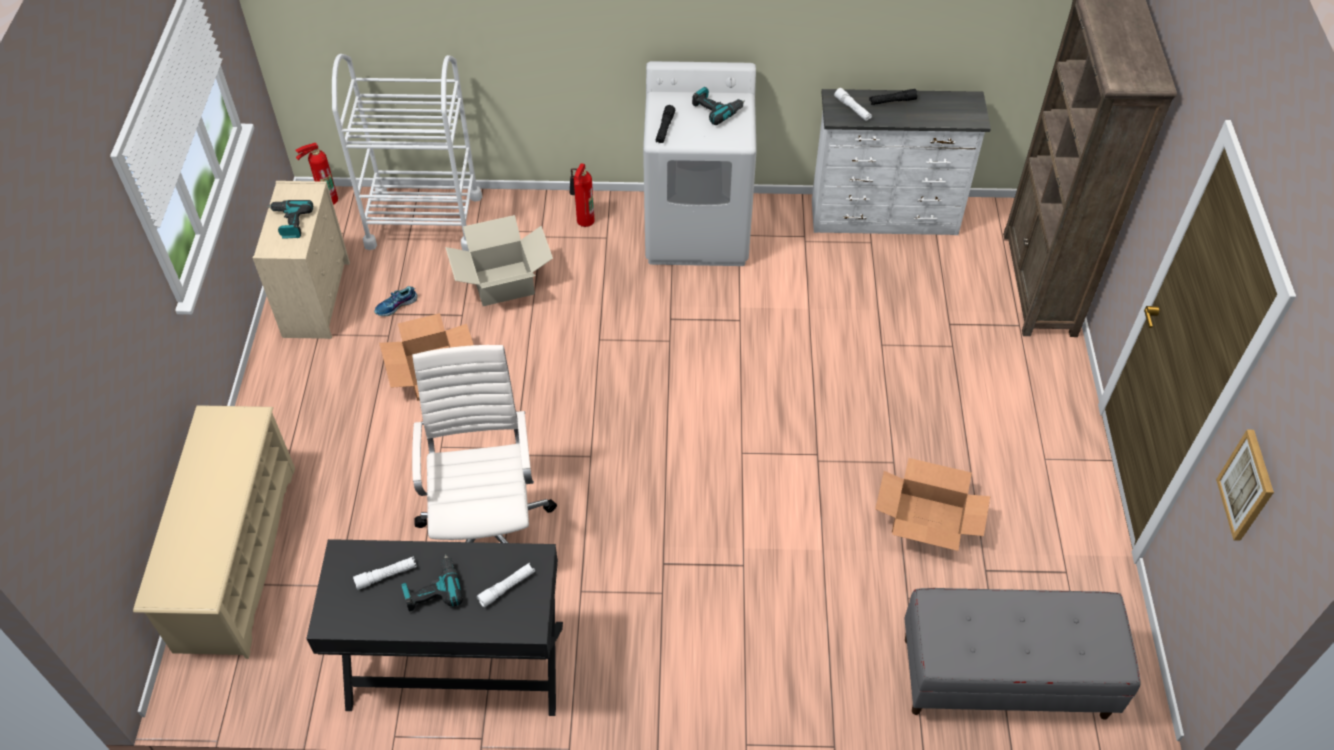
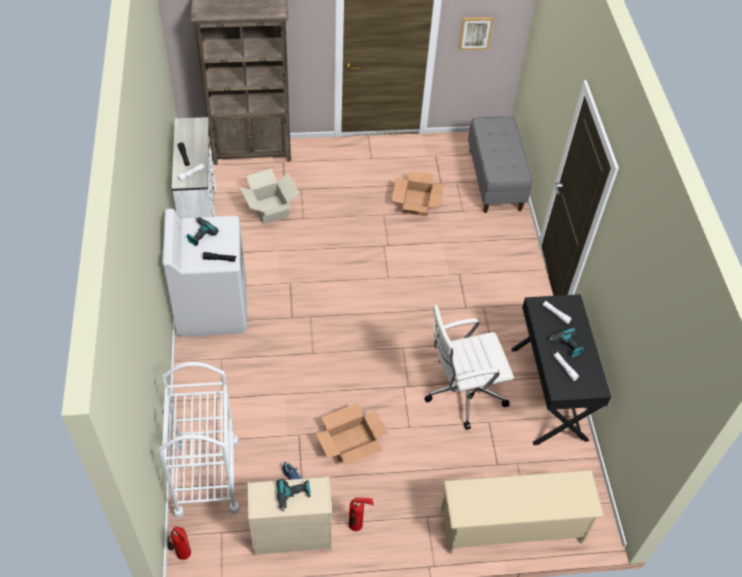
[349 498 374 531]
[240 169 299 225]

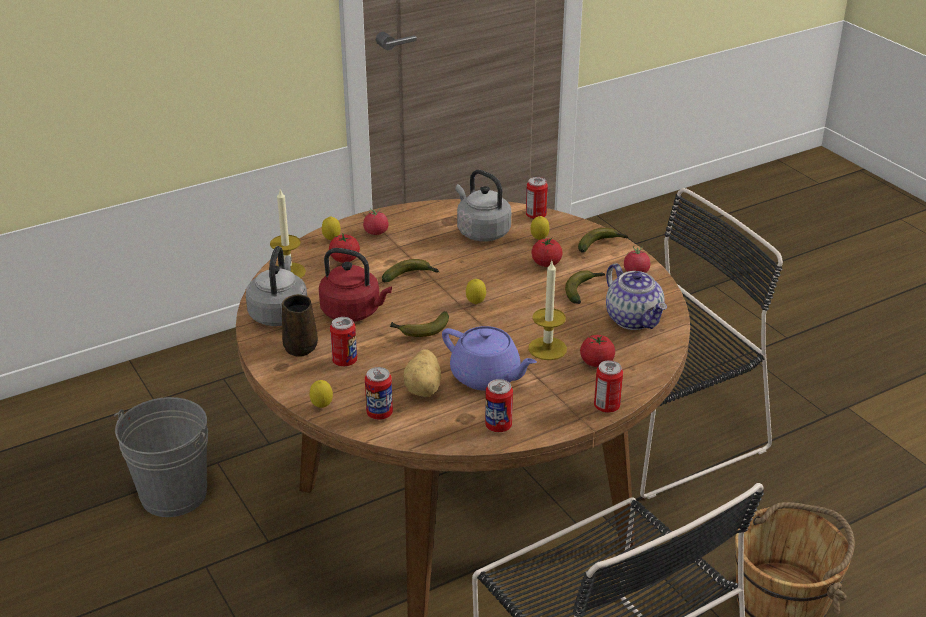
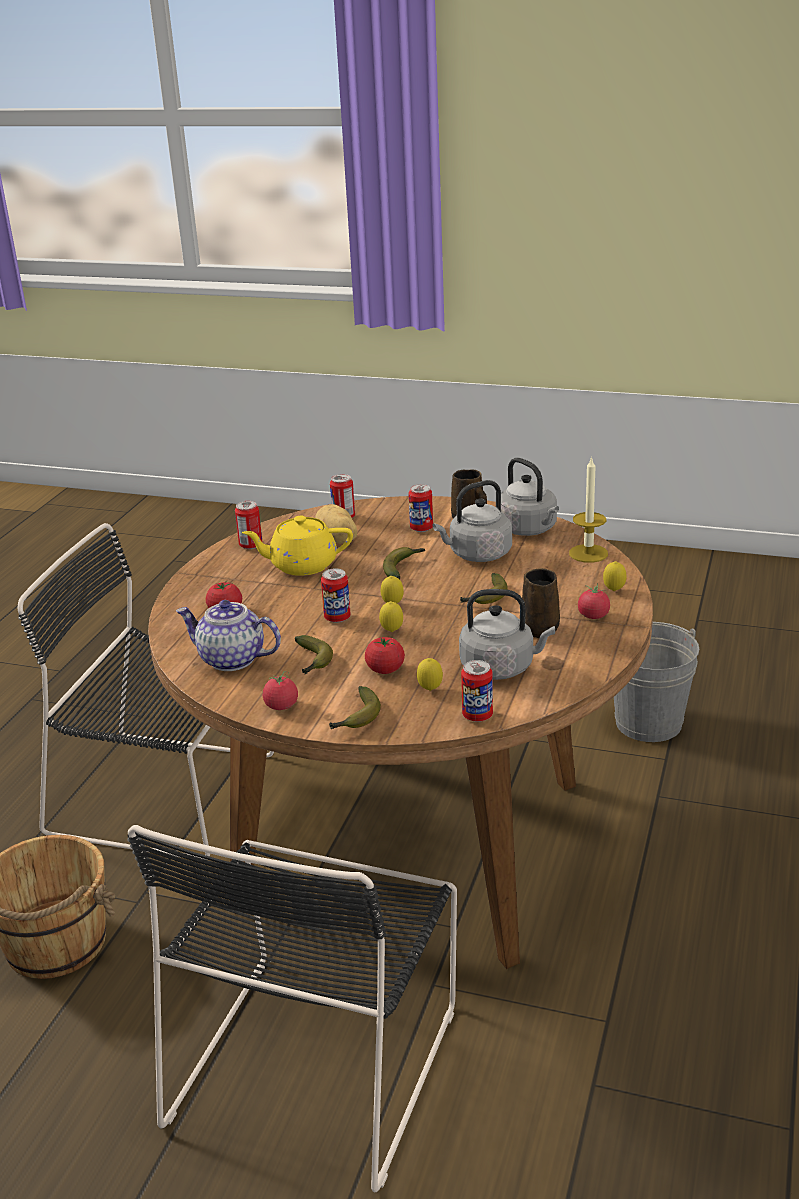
[329 234 360 263] (first image)
[432 480 512 562]
[528 261 567 360] (first image)
[242 516 353 576]
[321 568 351 623]
[379 601 403 632]
[522 568 560 638]

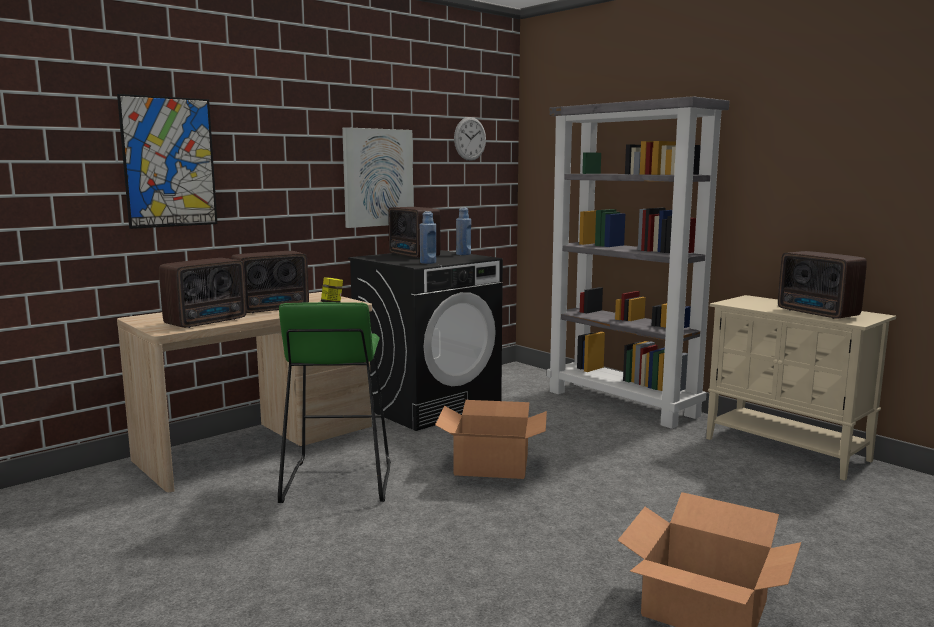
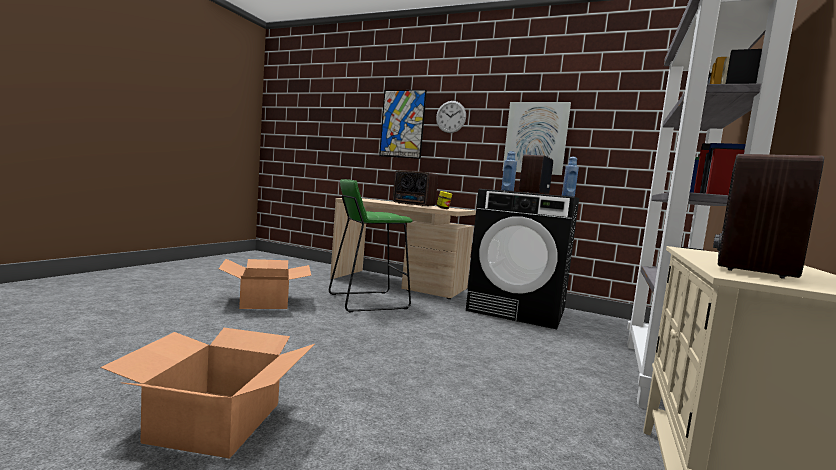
[436 101 466 133]
[159 258 247 328] (first image)
[219 259 312 309]

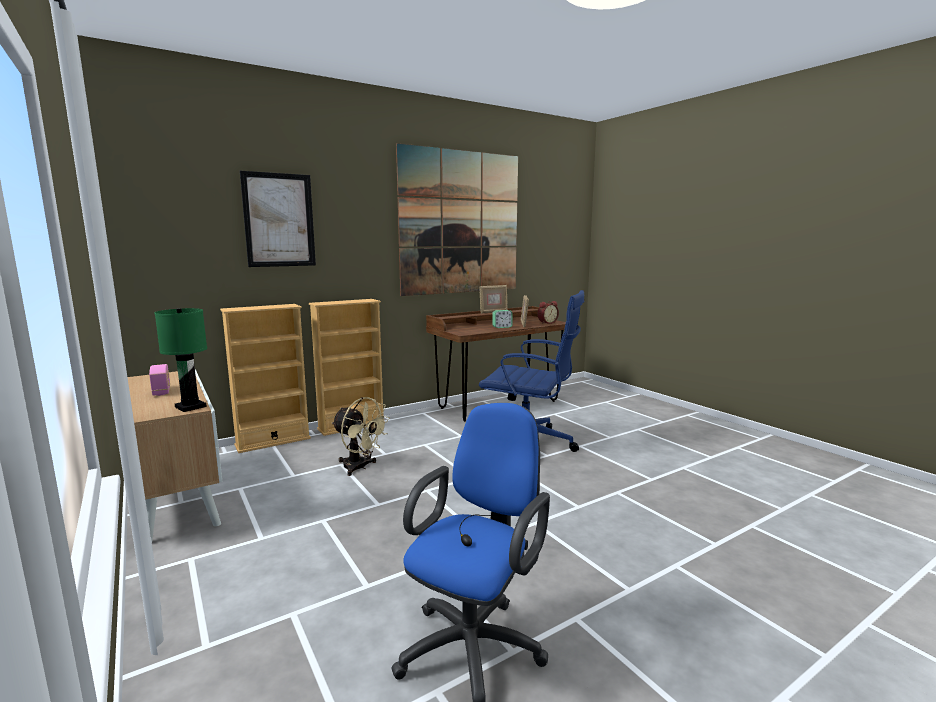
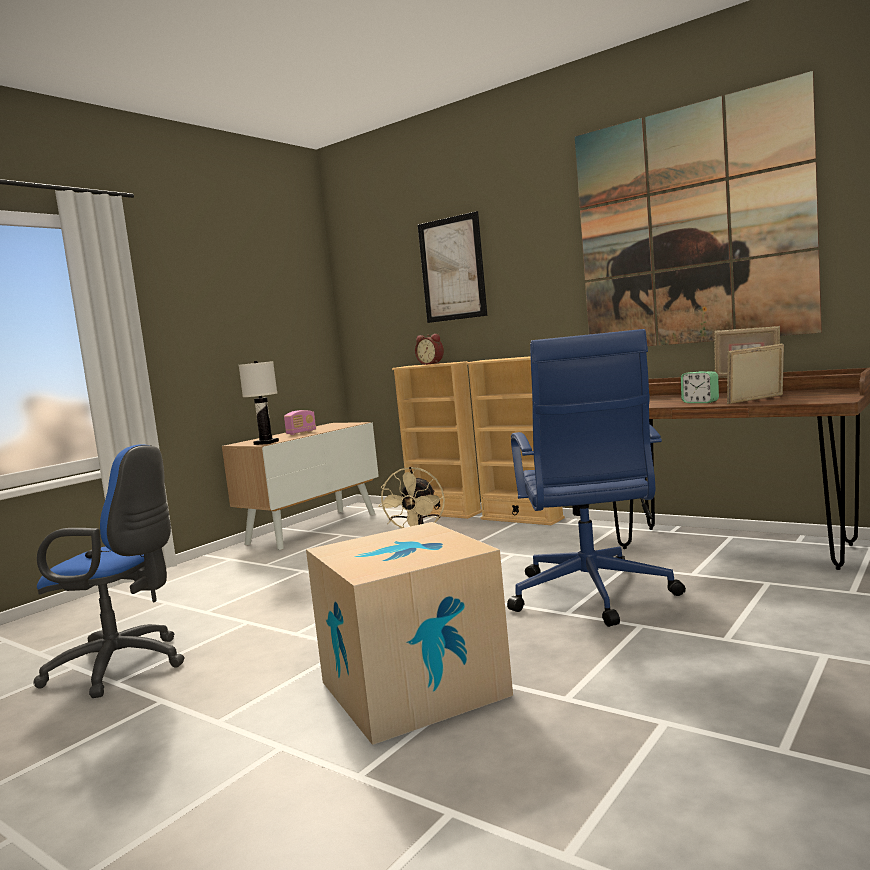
[415 334 444 365]
[238 361 279 445]
[306 522 513 745]

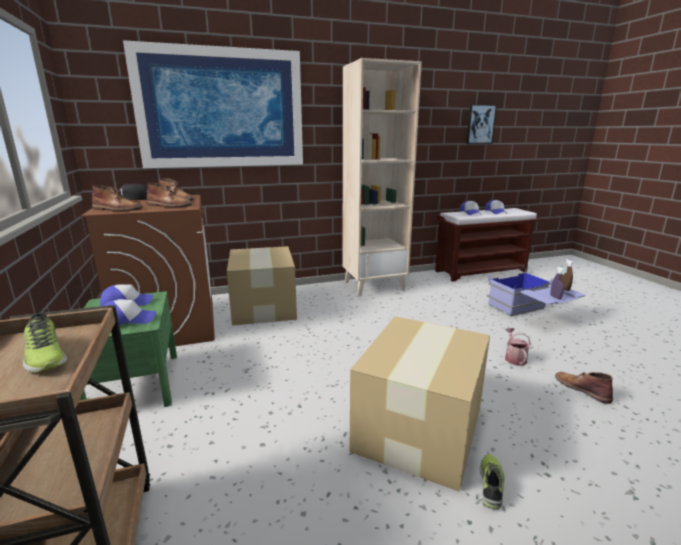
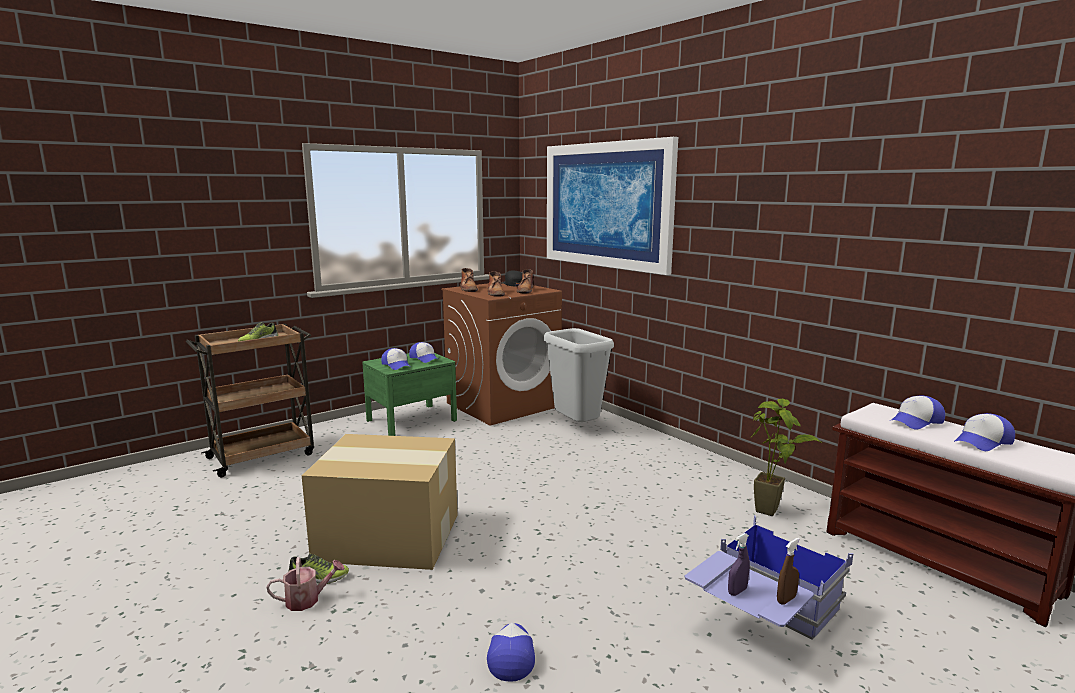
[343 58 422 296] (first image)
[466 104 497 144] (first image)
[544 328 614 422]
[266 557 345 611]
[487 623 535 681]
[750 399 822 516]

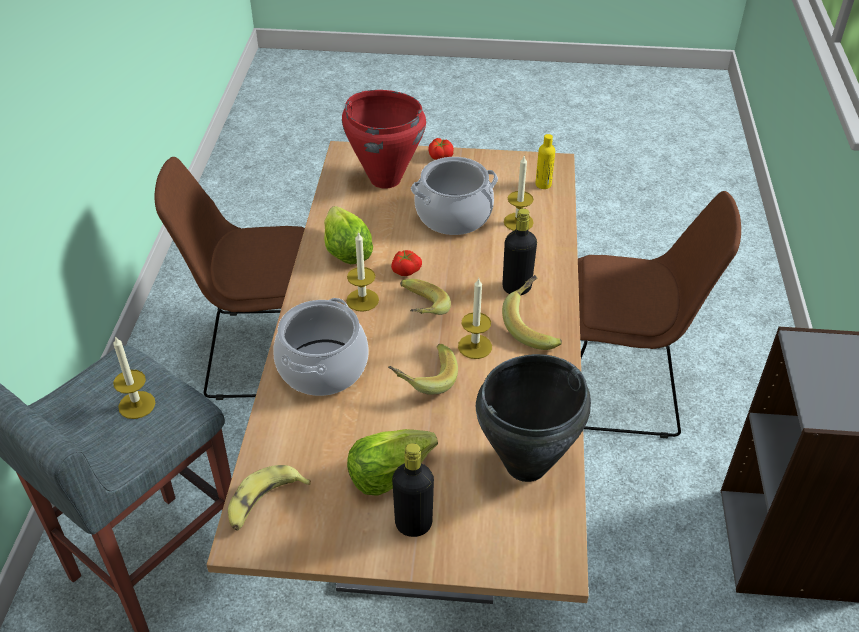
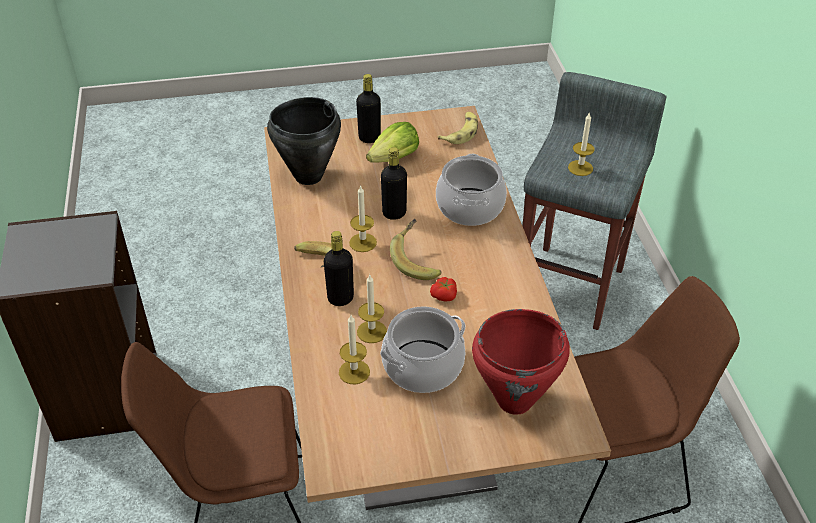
[535 134 555 189] (first image)
[428 138 454 160] (first image)
[324 206 373 264] (first image)
[357 275 387 343]
[381 147 407 220]

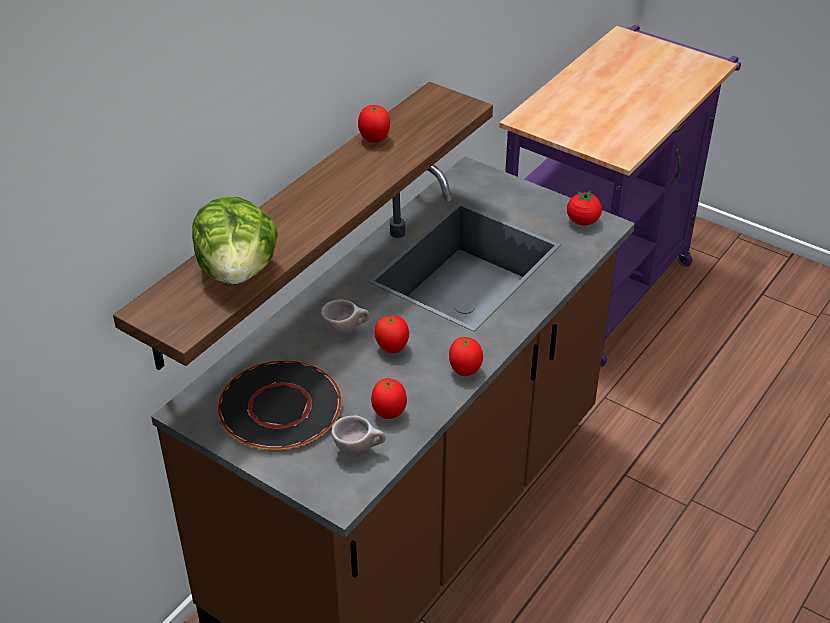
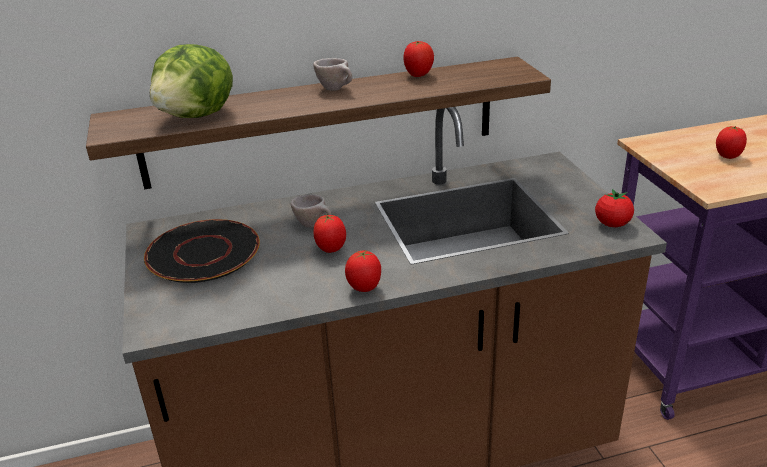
[716 126 747 159]
[313 58 352 91]

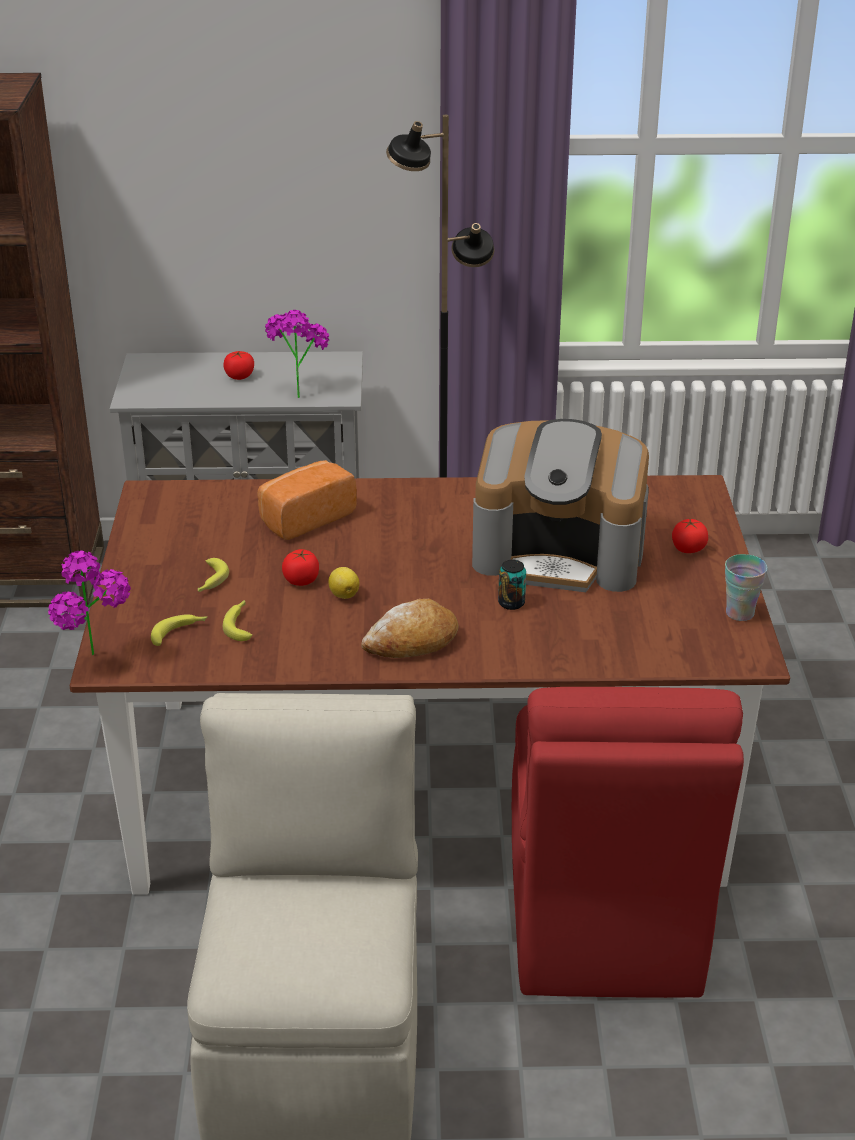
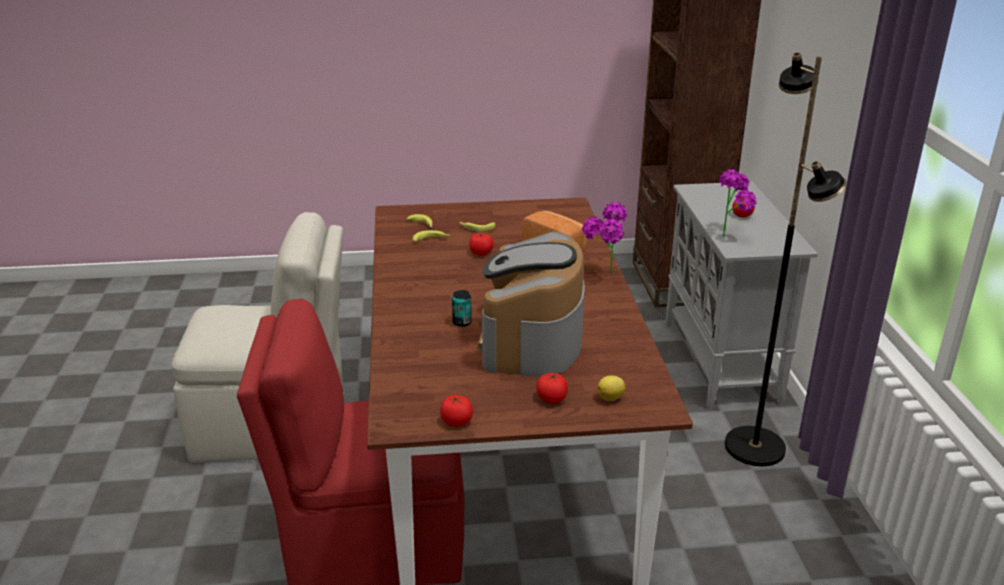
[582 202 627 273]
[440 395 473 427]
[597 376 625 401]
[361 599 458 658] (first image)

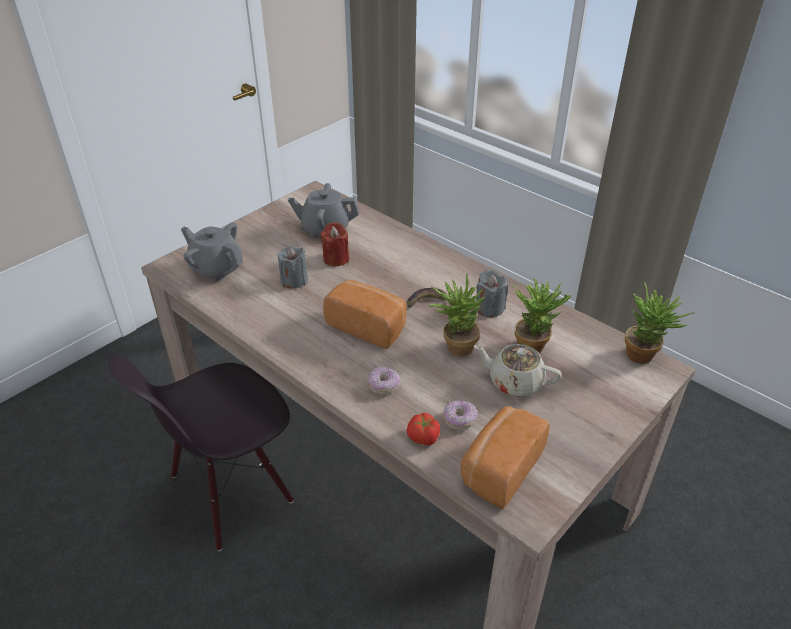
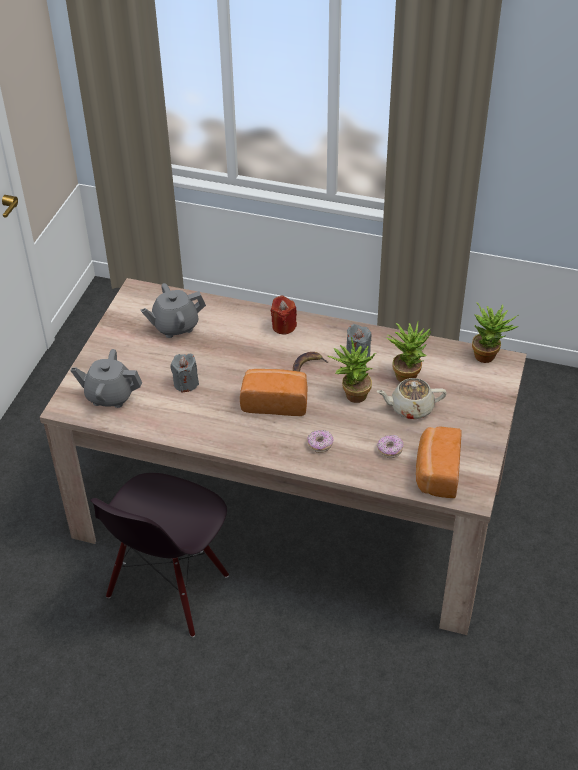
[271 295 297 334]
[407 413 440 446] (first image)

